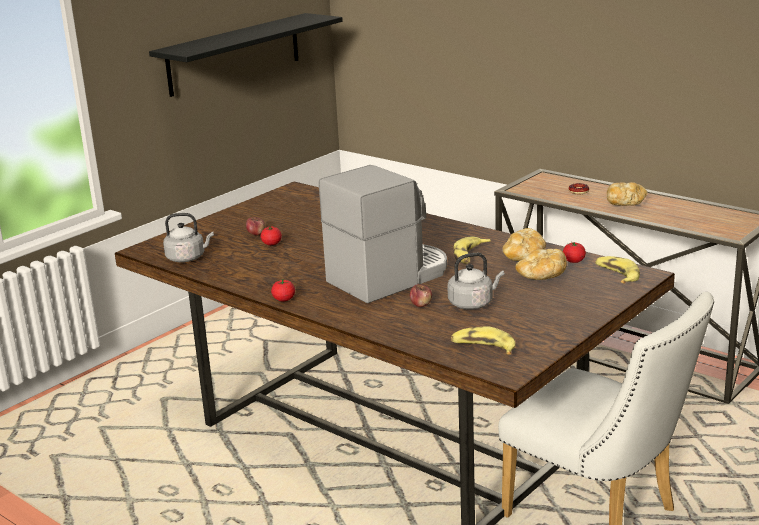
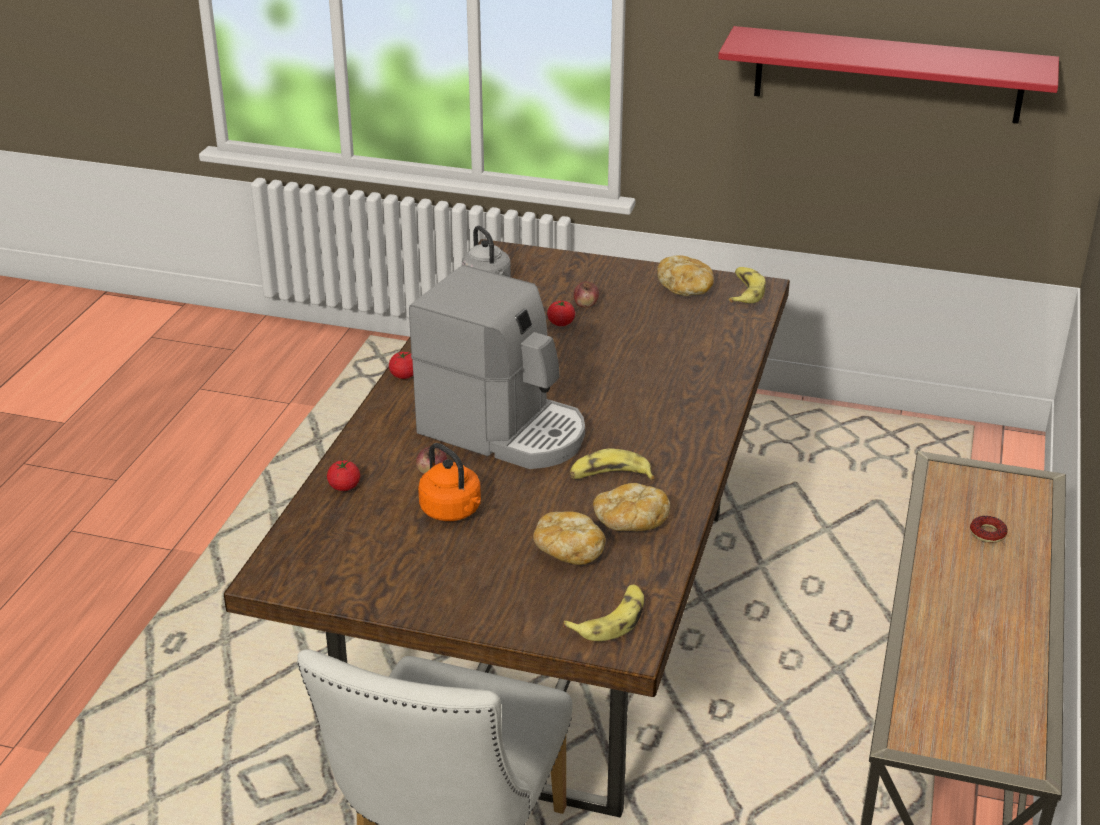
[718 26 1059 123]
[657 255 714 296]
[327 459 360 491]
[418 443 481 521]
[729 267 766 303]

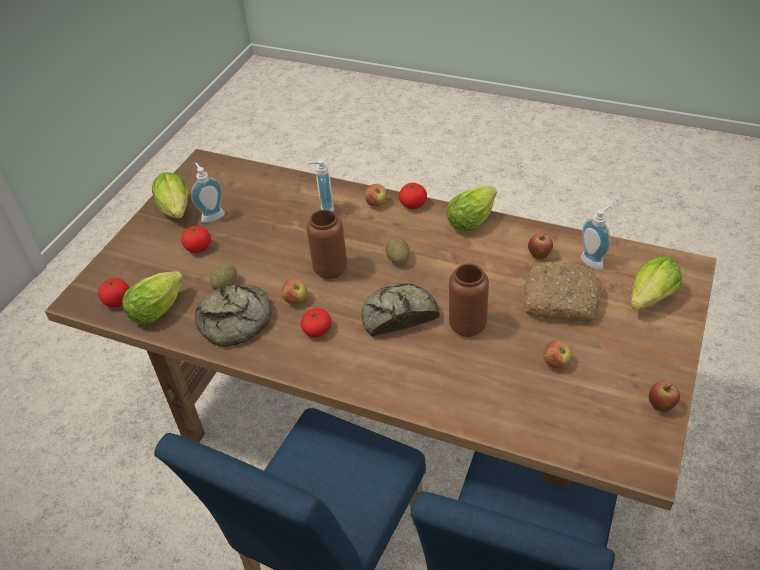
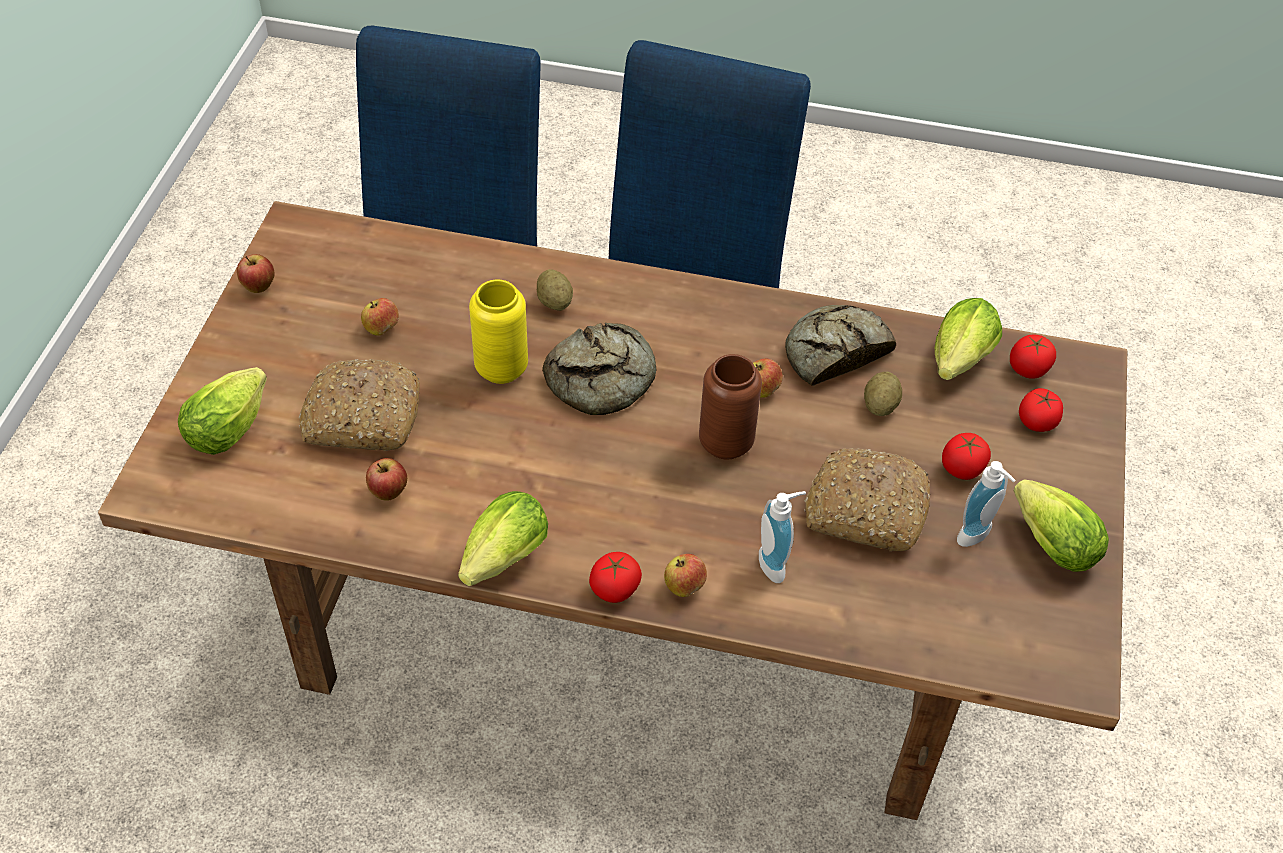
[581 205 611 270] (first image)
[537 269 573 311]
[469 279 528 384]
[1019 388 1063 432]
[804 448 931 551]

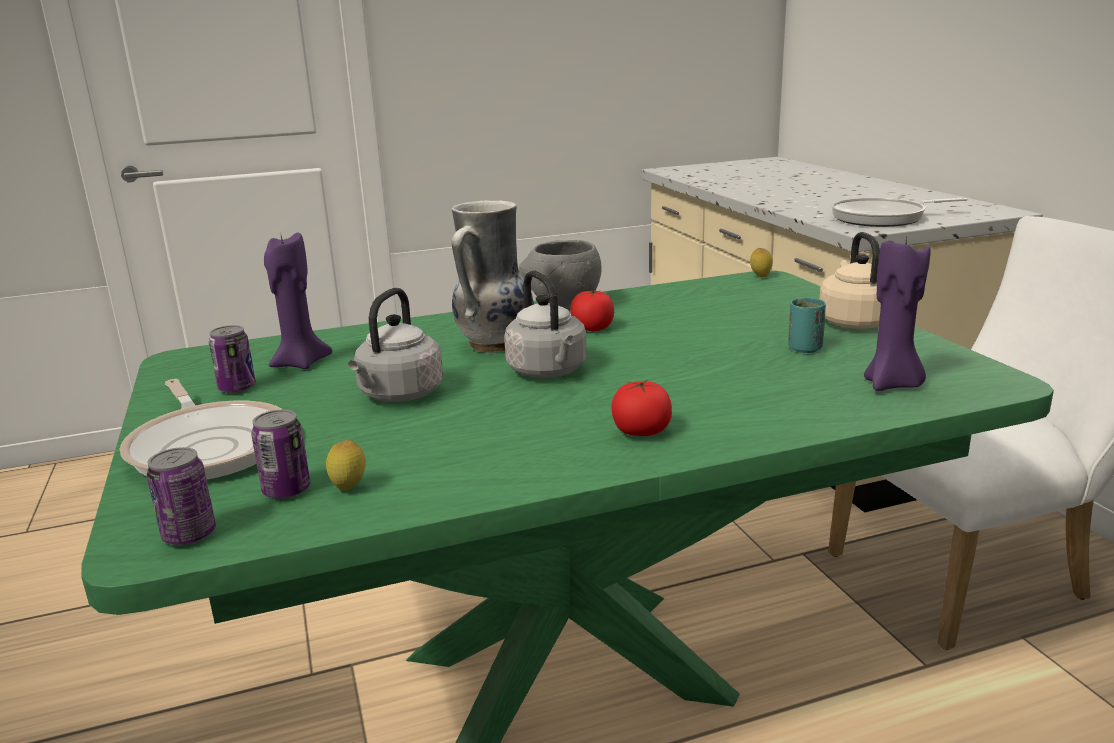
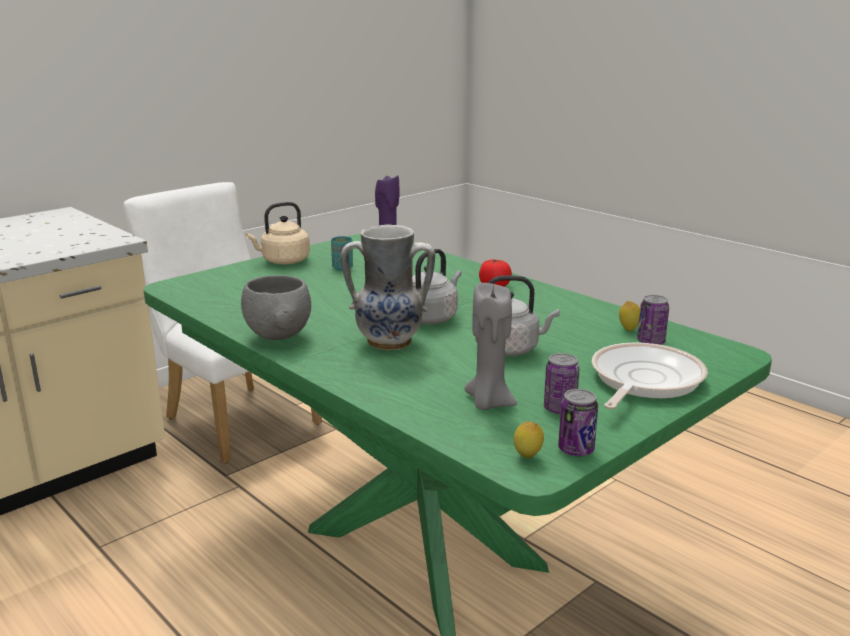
[831 198 967 227] (first image)
[464 283 517 410]
[514 421 544 458]
[570 291 614 331] (first image)
[558 389 598 456]

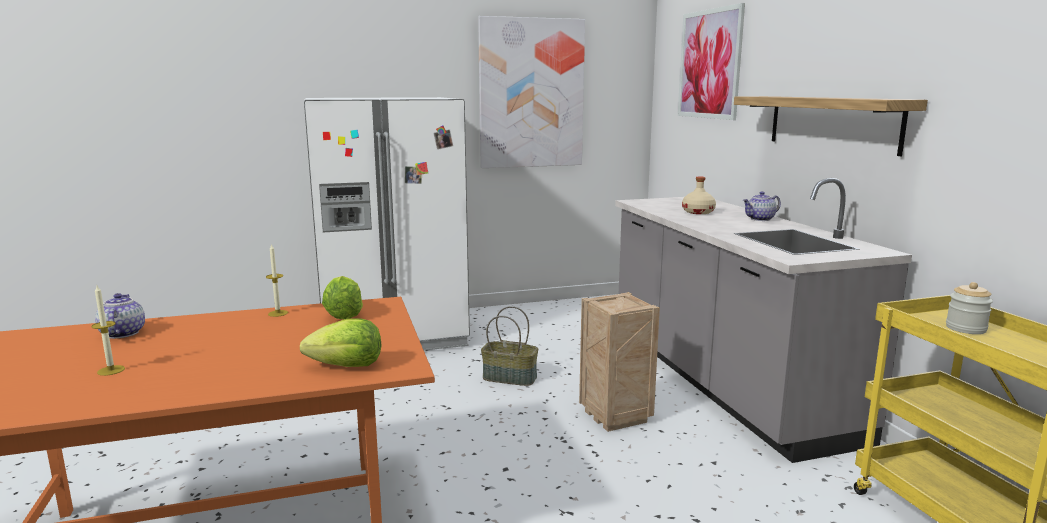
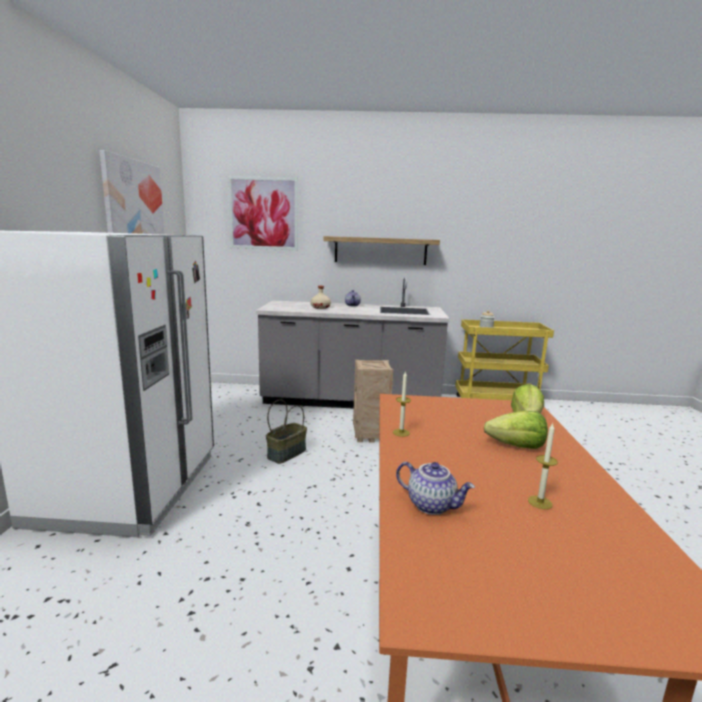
[484 411 548 449]
[396 462 475 515]

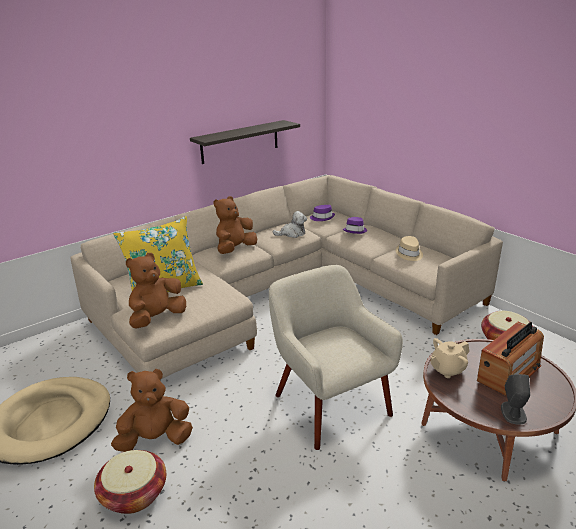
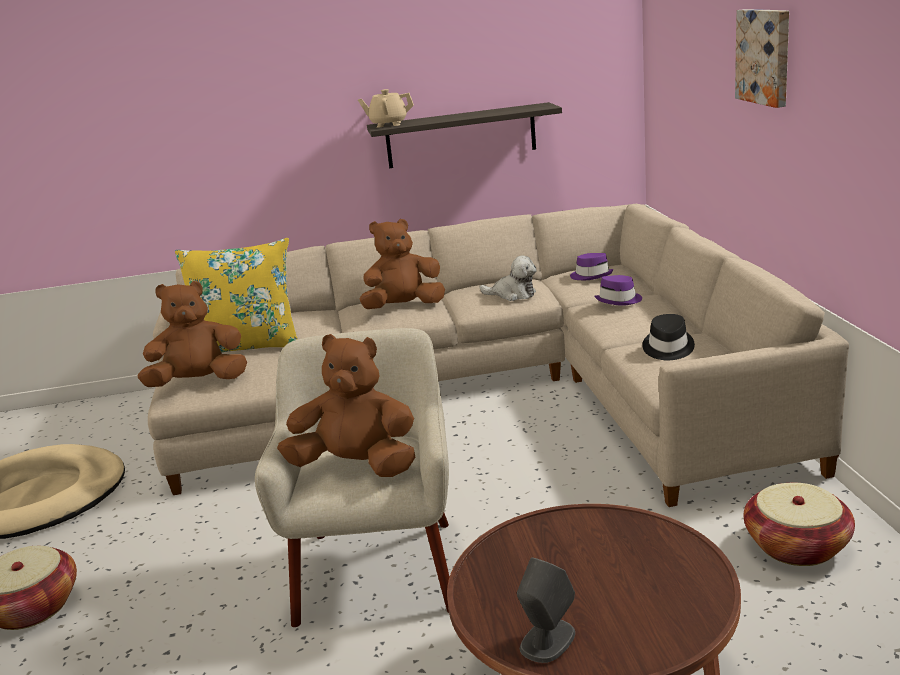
[642 314 695 360]
[477 322 544 396] (first image)
[358 89 414 128]
[277 334 415 477]
[735 9 789 108]

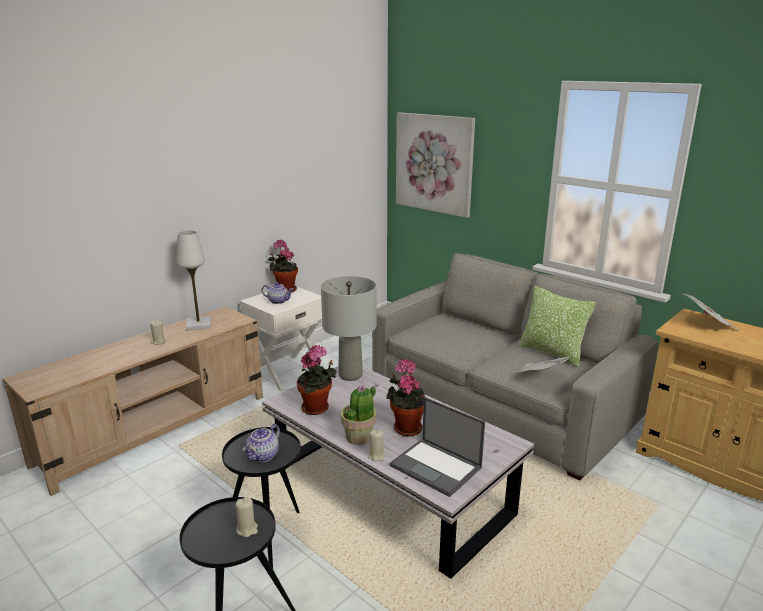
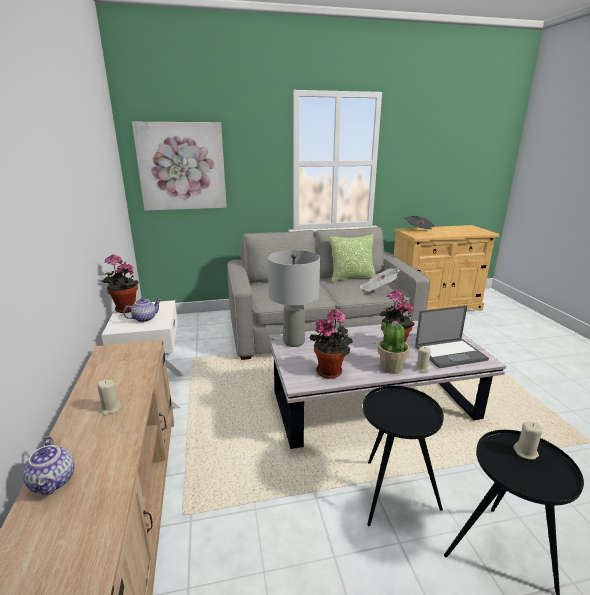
[176 230 211 331] (first image)
[22 436 75 495]

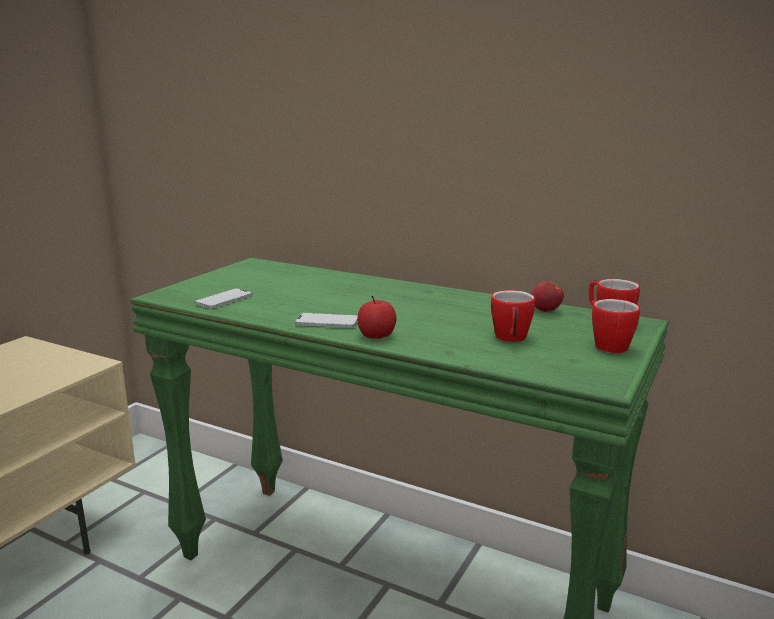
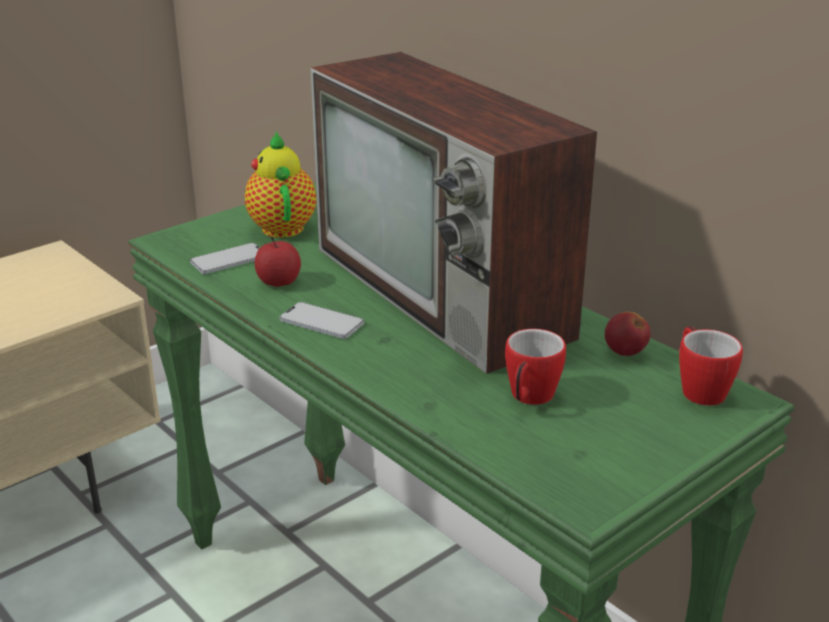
[255 237 301 287]
[592 298 640 353] (first image)
[310 52 597 374]
[245 131 316 238]

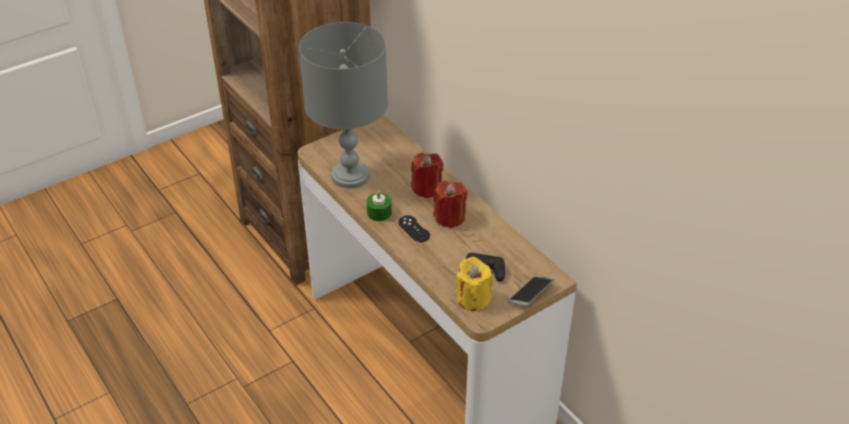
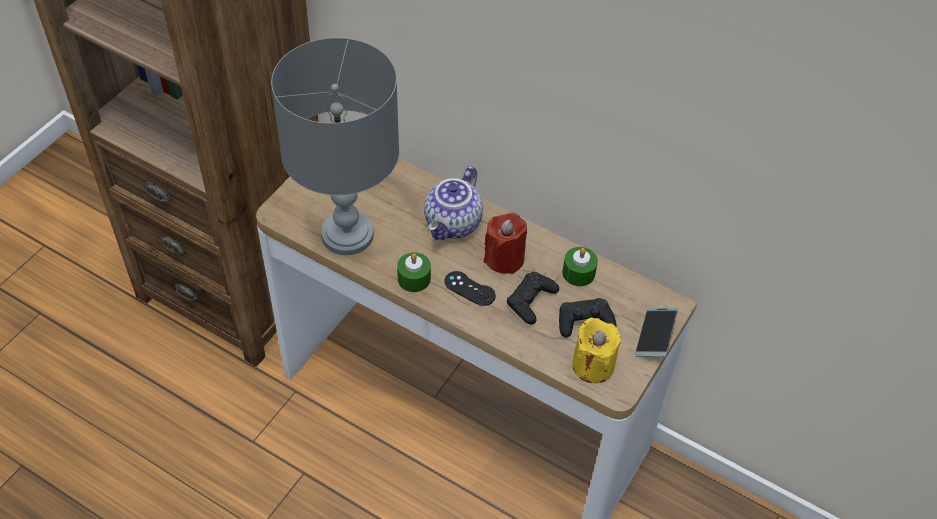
[424 166 483 240]
[562 247 598 286]
[507 272 559 325]

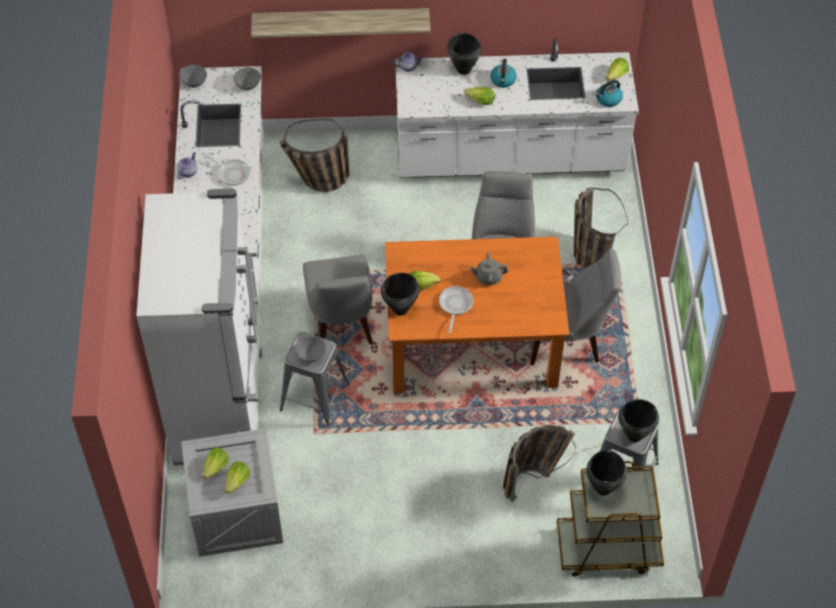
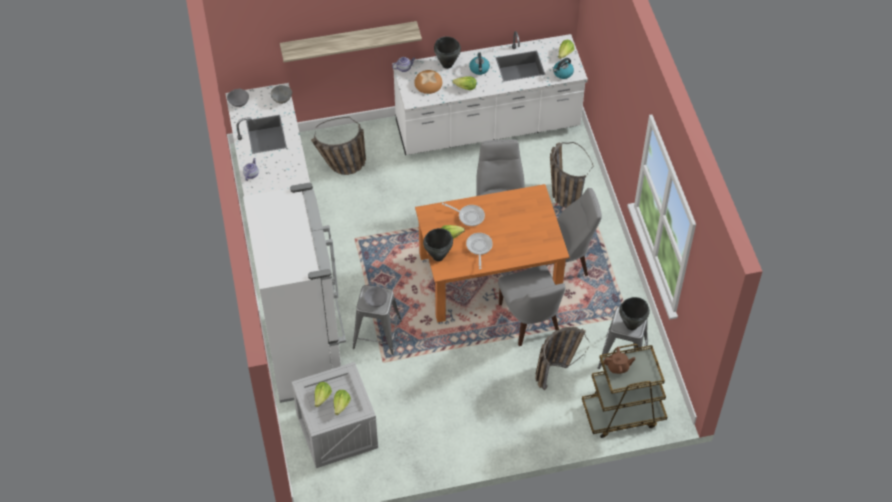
[442 203 485 226]
[470 253 508 285] (first image)
[498 265 565 346]
[603 347 635 374]
[414 70 442 94]

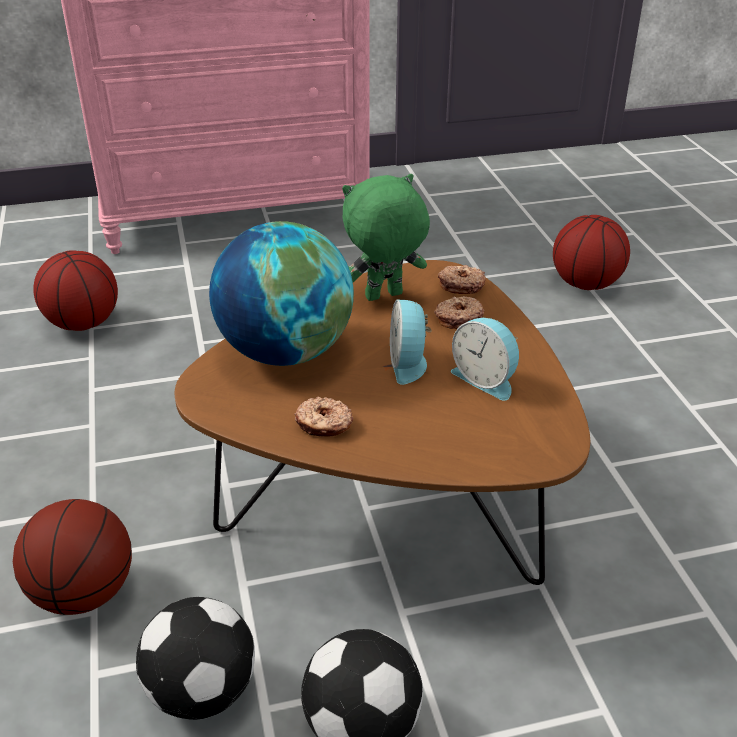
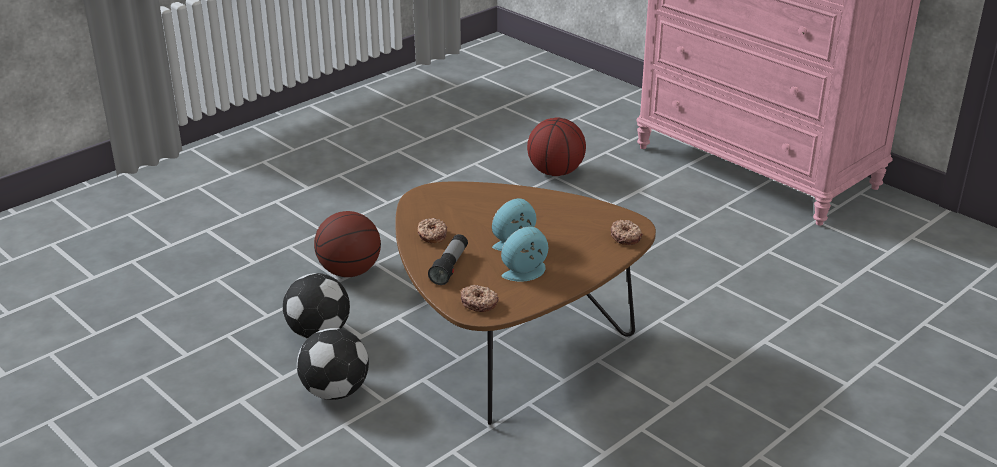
[342 174 430 301] (first image)
[553 215 630 290] (first image)
[209 221 354 366] (first image)
[460 285 499 312]
[501 227 548 282]
[428 234 468 285]

